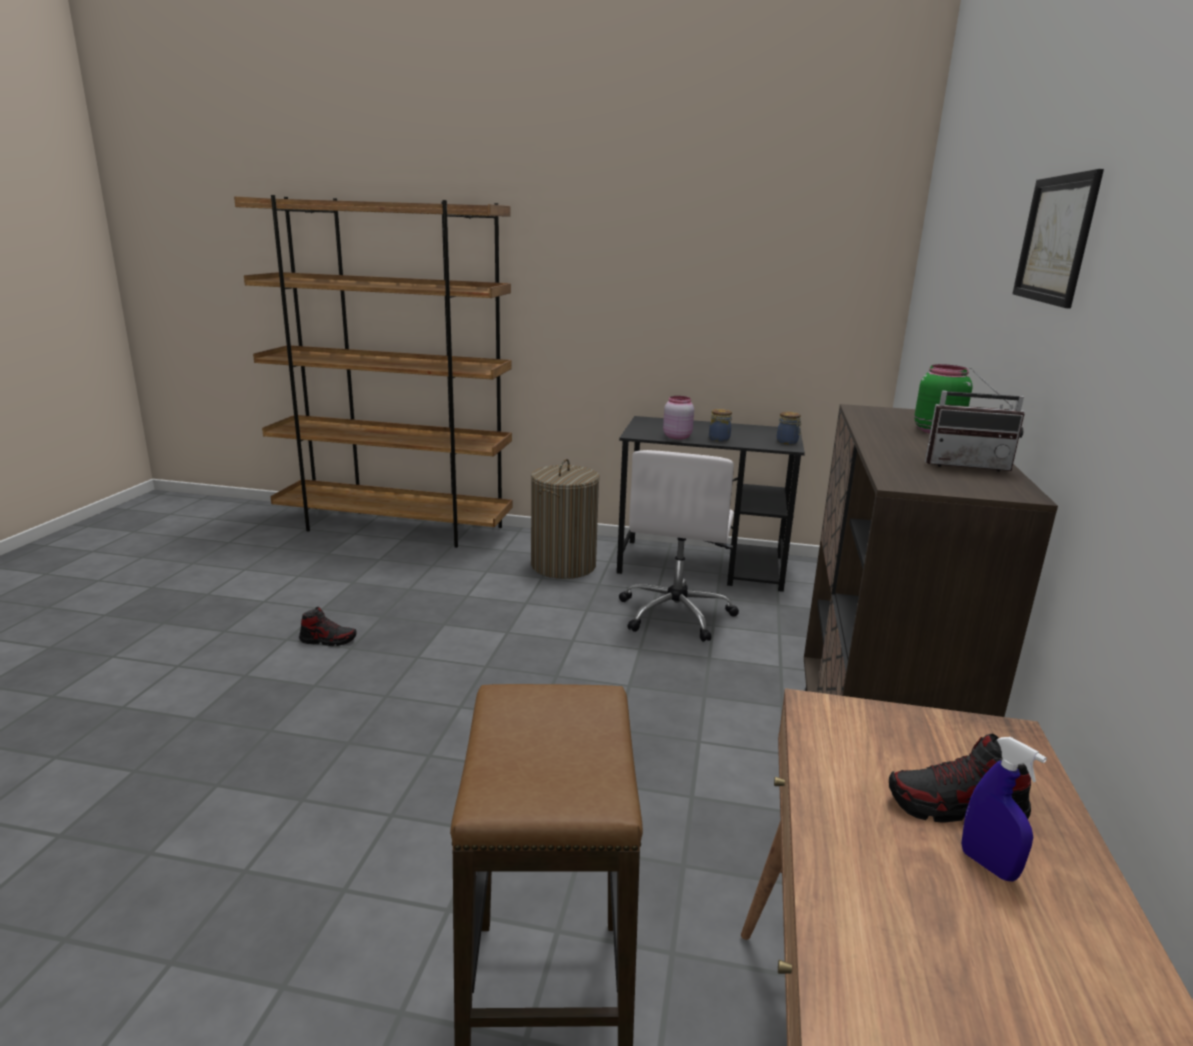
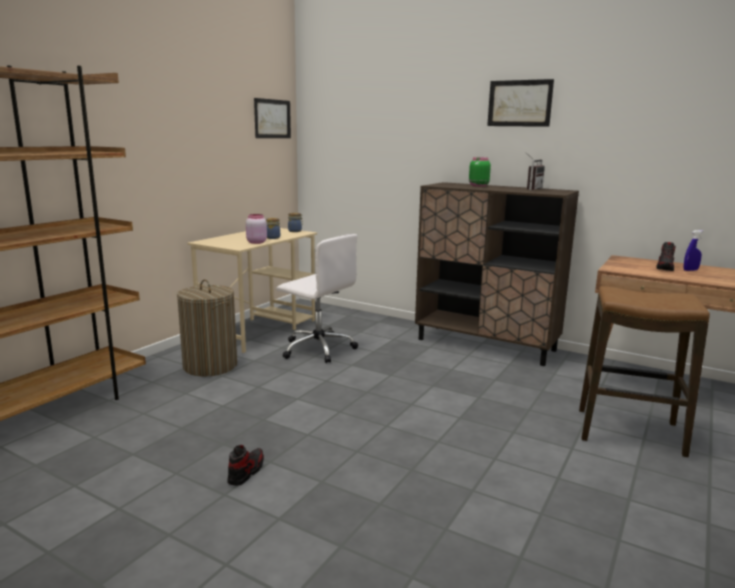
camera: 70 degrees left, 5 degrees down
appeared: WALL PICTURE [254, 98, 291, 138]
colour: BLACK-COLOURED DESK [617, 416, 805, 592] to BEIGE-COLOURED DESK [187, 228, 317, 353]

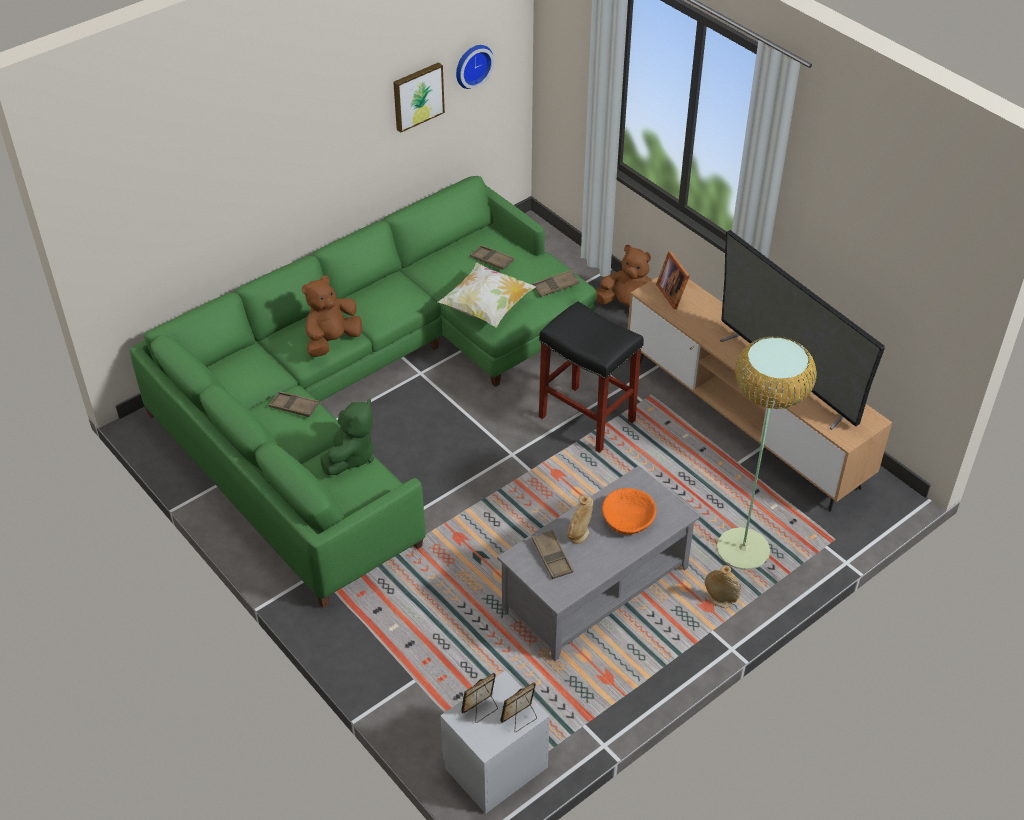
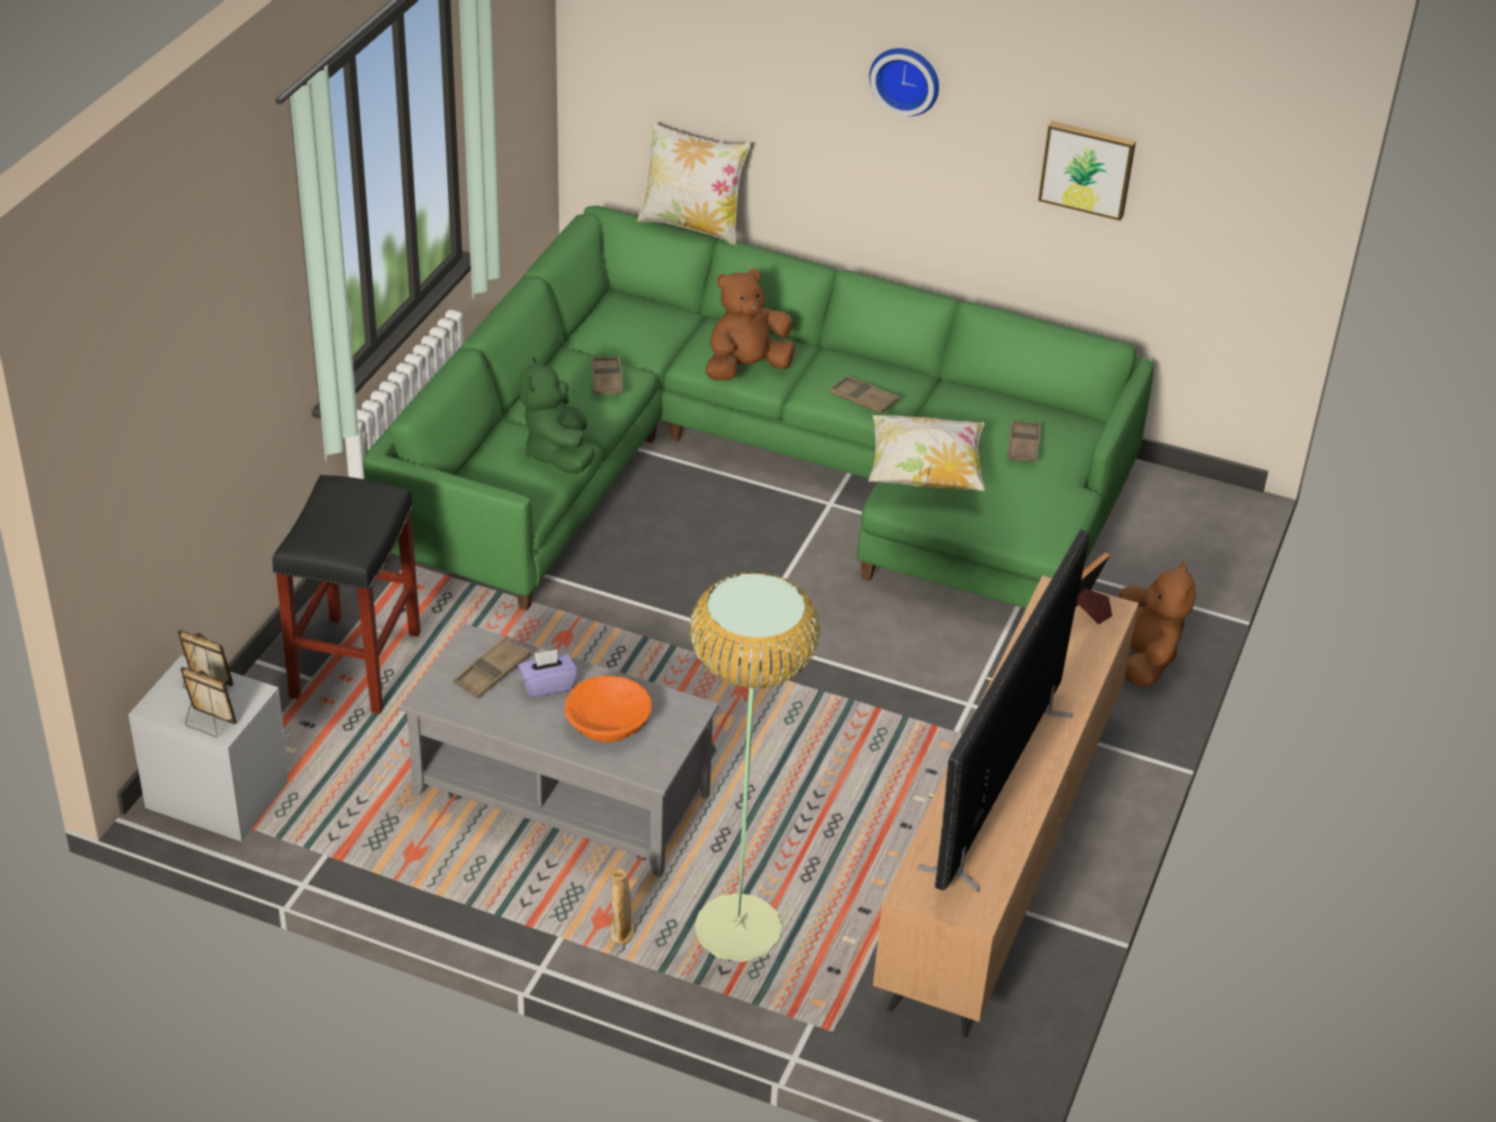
camera: 60 degrees right, 5 degrees down
appeared: CUSHION [637, 122, 751, 245]
relocated: HANGING CLOCK [456, 45, 494, 89] to [869, 48, 939, 116]; BROWN TRAY [533, 270, 580, 297] to [829, 376, 899, 414]; BLACK-COLOURED STOOL SEAT [539, 301, 644, 453] to [272, 475, 421, 714]
exchanged: BEIGE-COLOURED DECORATIVE VASE [567, 495, 593, 544] to PURPLE BOX OF TISSUES [518, 649, 577, 698]
spun: BROWN PLUSH TOY [302, 276, 362, 357] = [706, 268, 795, 380] 45 degrees counterclockwise; GREEN PLUSH TOY [320, 399, 374, 475] = [519, 357, 595, 474] 90 degrees clockwise

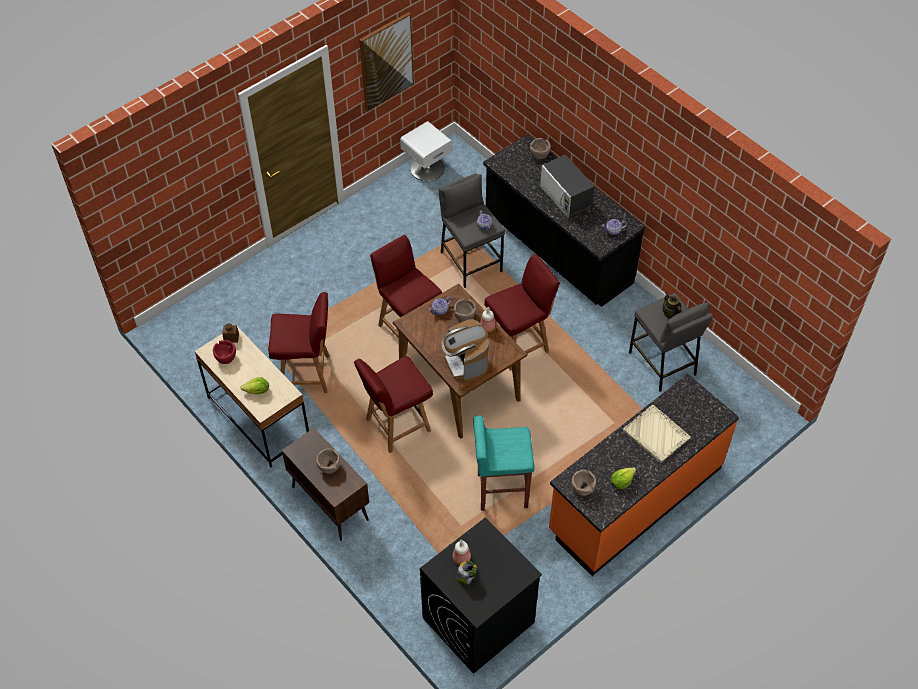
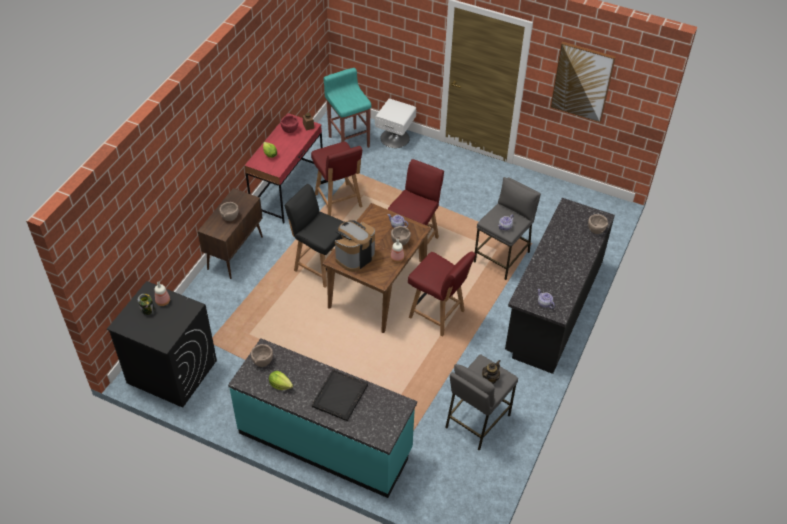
camera: 65 degrees right, 5 degrees down
missing: MICROWAVE [540, 155, 594, 218]
relocated: WHITE NIGHT TABLE [400, 121, 452, 181] to [375, 99, 416, 148]; TURQUOISE STOOL SEAT [473, 415, 534, 511] to [323, 68, 371, 148]
colour: BEIGE-COLOURED DESK [194, 326, 309, 467] to RED-COLOURED DESK [244, 113, 323, 223]; RED-COLOURED PLAIN CHAIR [354, 356, 433, 453] to BLACK-COLOURED PLAIN CHAIR [285, 184, 344, 288]; ORANGE COUNTER [549, 374, 739, 576] to TURQUOISE COUNTER [228, 338, 417, 498]; BEIGE-COLOURED TRAY [623, 405, 691, 463] to BLACK-COLOURED TRAY [312, 369, 368, 421]

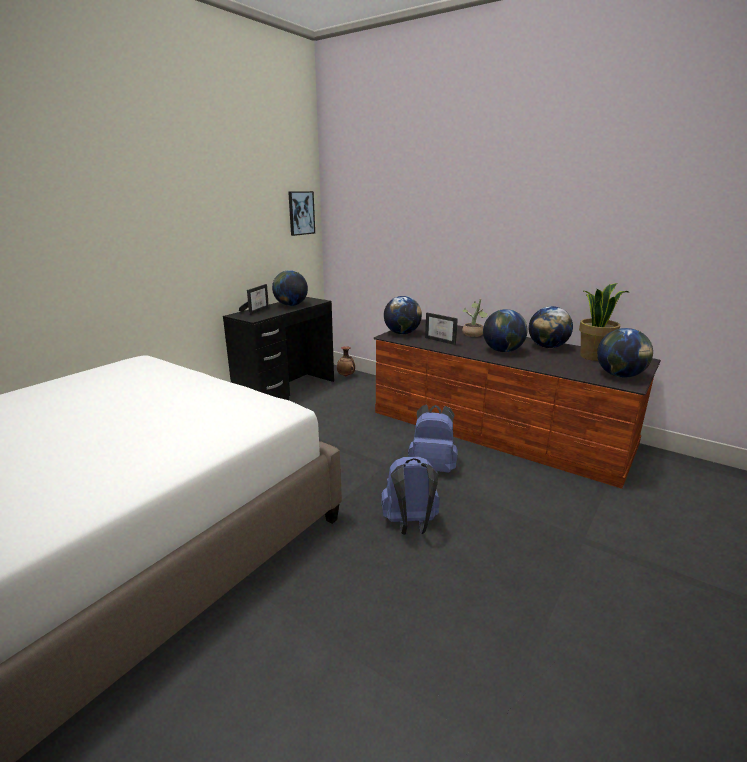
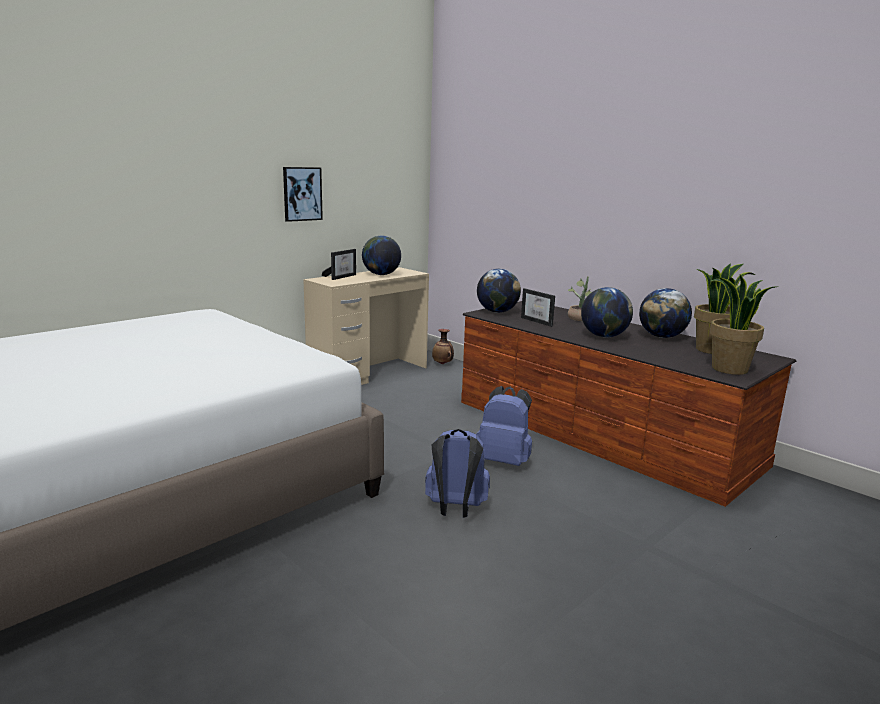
camera: 10 degrees right, 5 degrees down
relocated: WALL PICTURE [288, 191, 315, 236] to [283, 167, 323, 222]
exchanged: GLOBE [597, 328, 653, 378] to POTTED PLANT [710, 275, 779, 375]
colour: BLACK-COLOURED DESK [223, 297, 334, 400] to BEIGE-COLOURED DESK [303, 267, 429, 385]

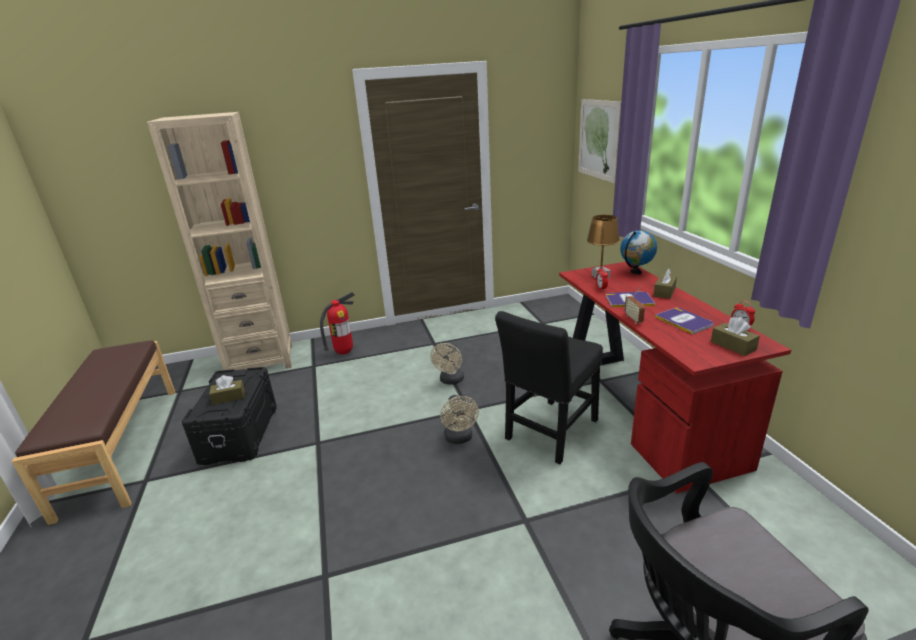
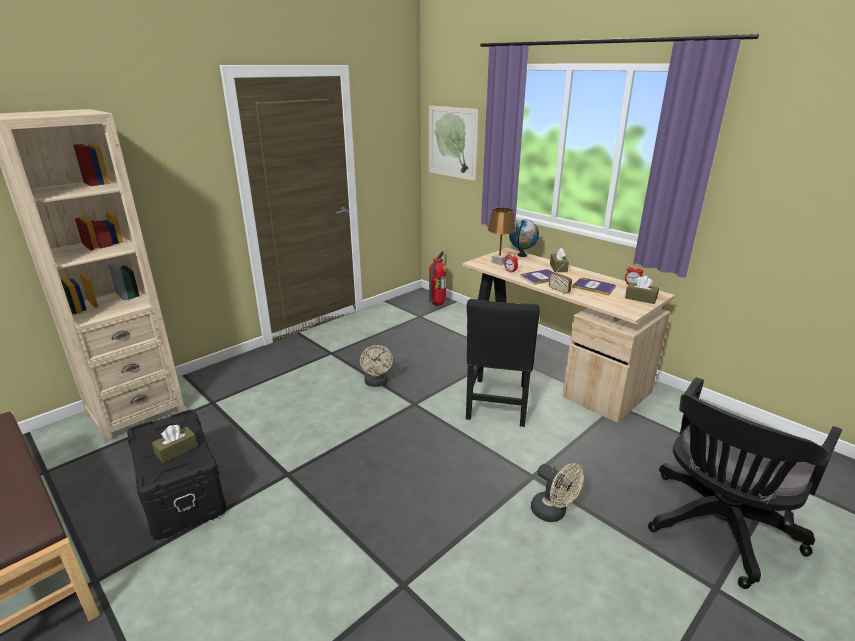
camera: 30 degrees left, 0 degrees up
relocated: EXTINGUISHER [320, 292, 354, 355] to [429, 251, 446, 306]; BEIGE-COLOURED FAN [440, 395, 479, 444] to [531, 463, 584, 522]
colour: RED-COLOURED DESK [559, 262, 791, 494] to BEIGE-COLOURED DESK [462, 248, 675, 423]

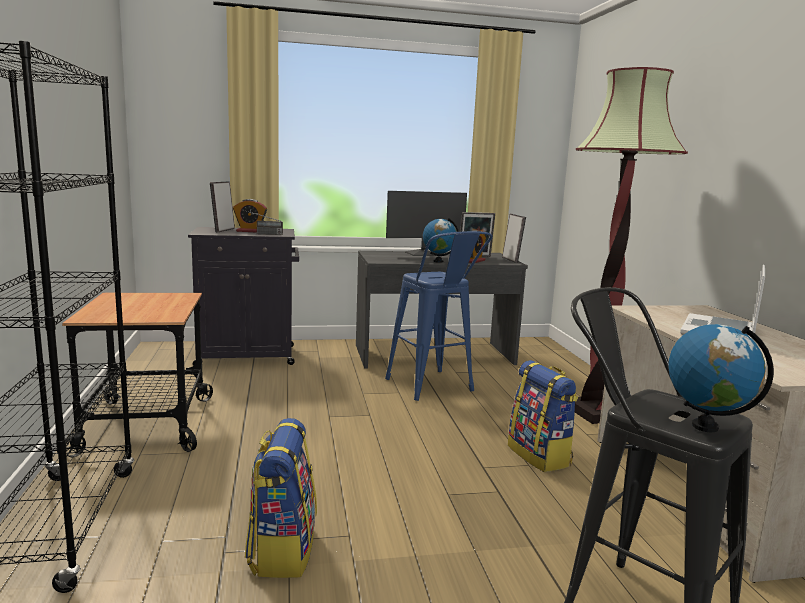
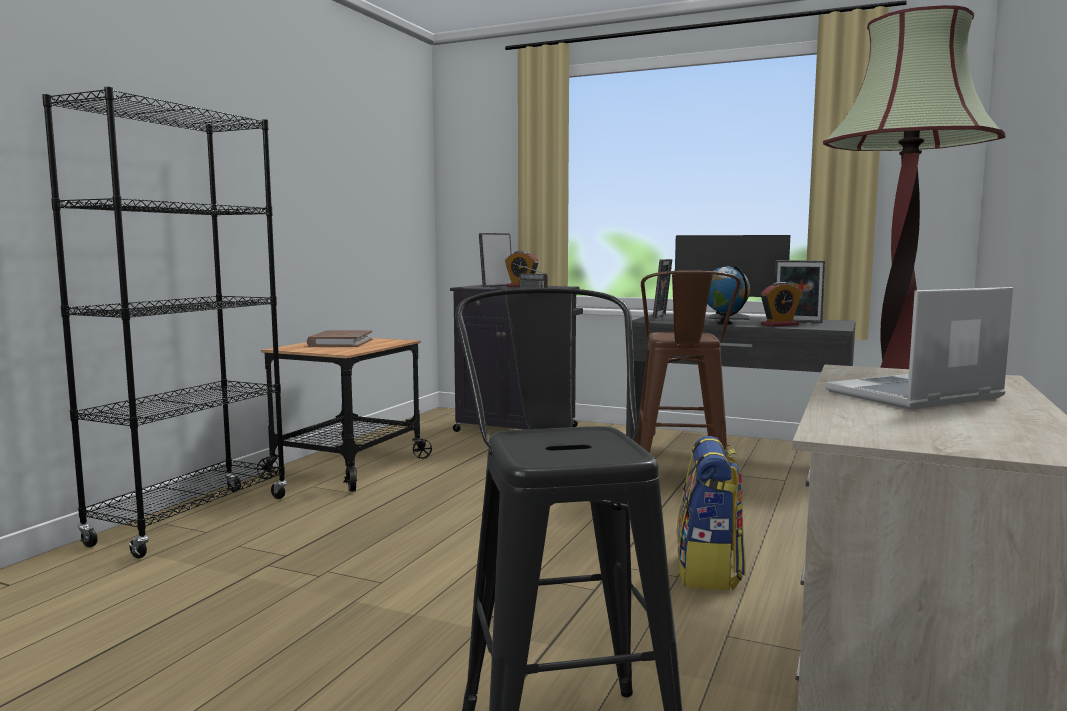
camera: 35 degrees right, 5 degrees down
missing: BACKPACK [245, 418, 317, 578]; GLOBE [668, 324, 774, 432]
appeared: BROWN BOUND BOOK [307, 330, 373, 347]
relocated: STANDING FRAME [502, 214, 526, 263] to [653, 259, 672, 319]
colour: BLUISH STOOL SEAT [385, 231, 492, 401] to BROWN STOOL SEAT [636, 270, 741, 453]

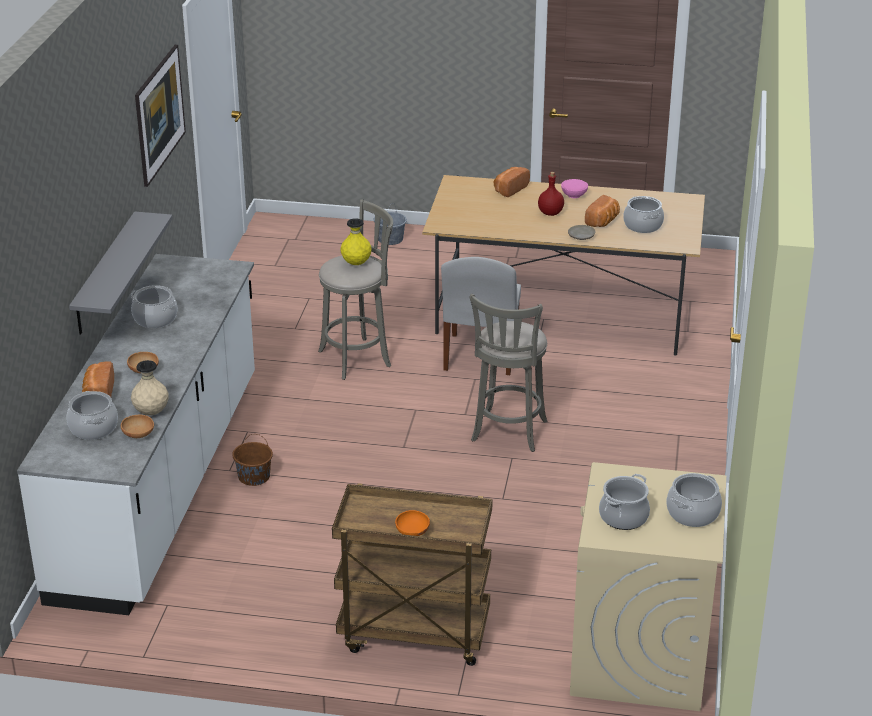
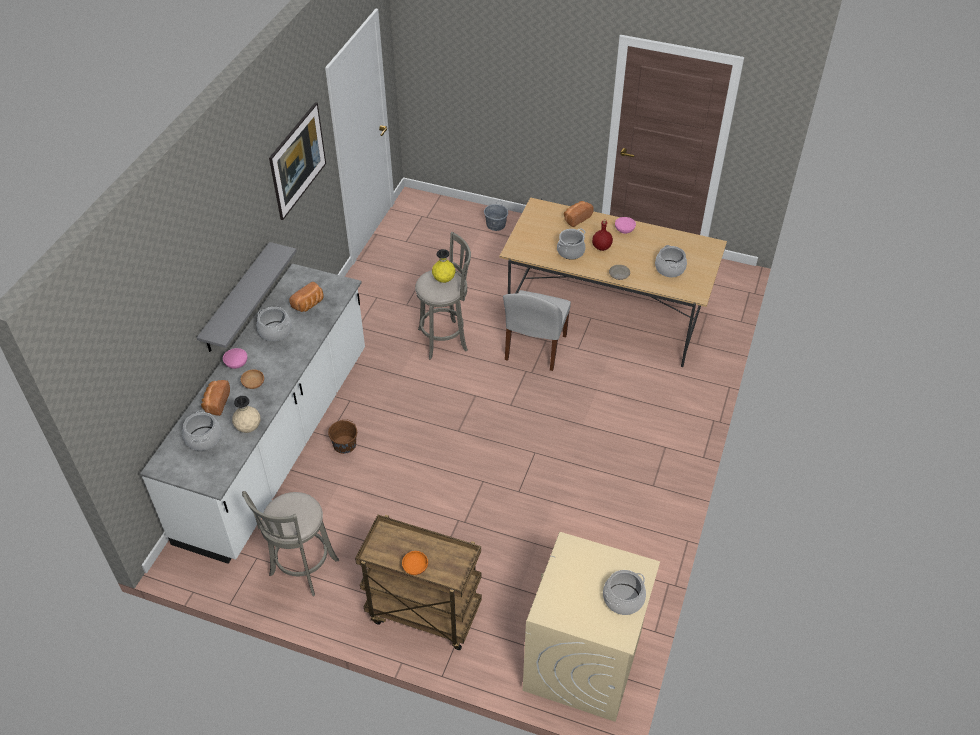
camera: 10 degrees right, 15 degrees up
missing: BROWN SERVING BOWL [121, 415, 154, 438]
appeared: PINK SERVING BOWL [223, 348, 247, 369]
relocated: GREYISH STOOL SEAT [470, 293, 547, 452] to [242, 491, 339, 596]; BAKERY BREAD [585, 195, 620, 227] to [289, 282, 324, 312]; SAUCEPOT [599, 474, 650, 530] to [557, 228, 586, 260]

